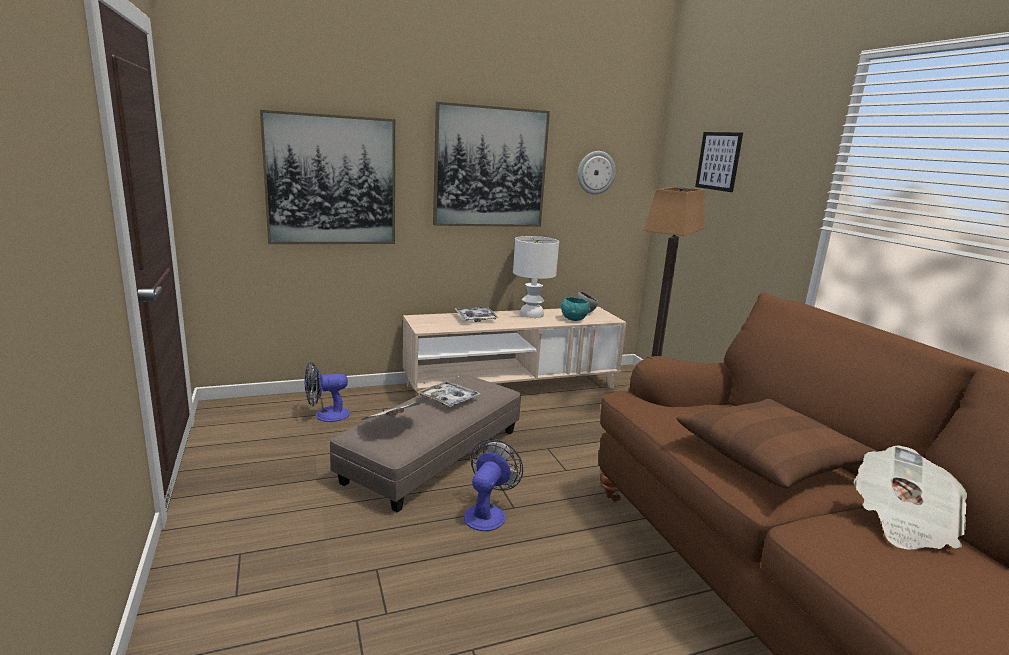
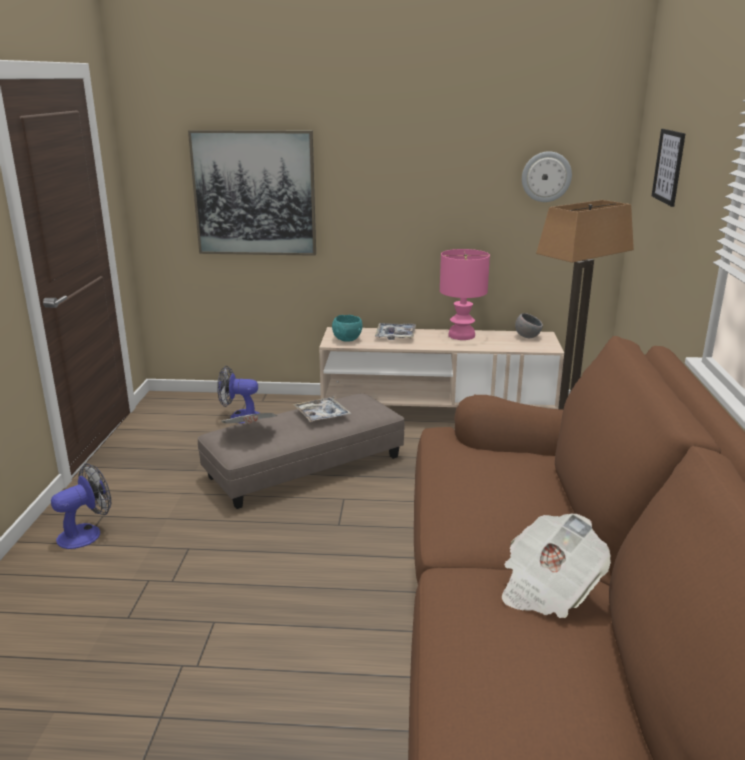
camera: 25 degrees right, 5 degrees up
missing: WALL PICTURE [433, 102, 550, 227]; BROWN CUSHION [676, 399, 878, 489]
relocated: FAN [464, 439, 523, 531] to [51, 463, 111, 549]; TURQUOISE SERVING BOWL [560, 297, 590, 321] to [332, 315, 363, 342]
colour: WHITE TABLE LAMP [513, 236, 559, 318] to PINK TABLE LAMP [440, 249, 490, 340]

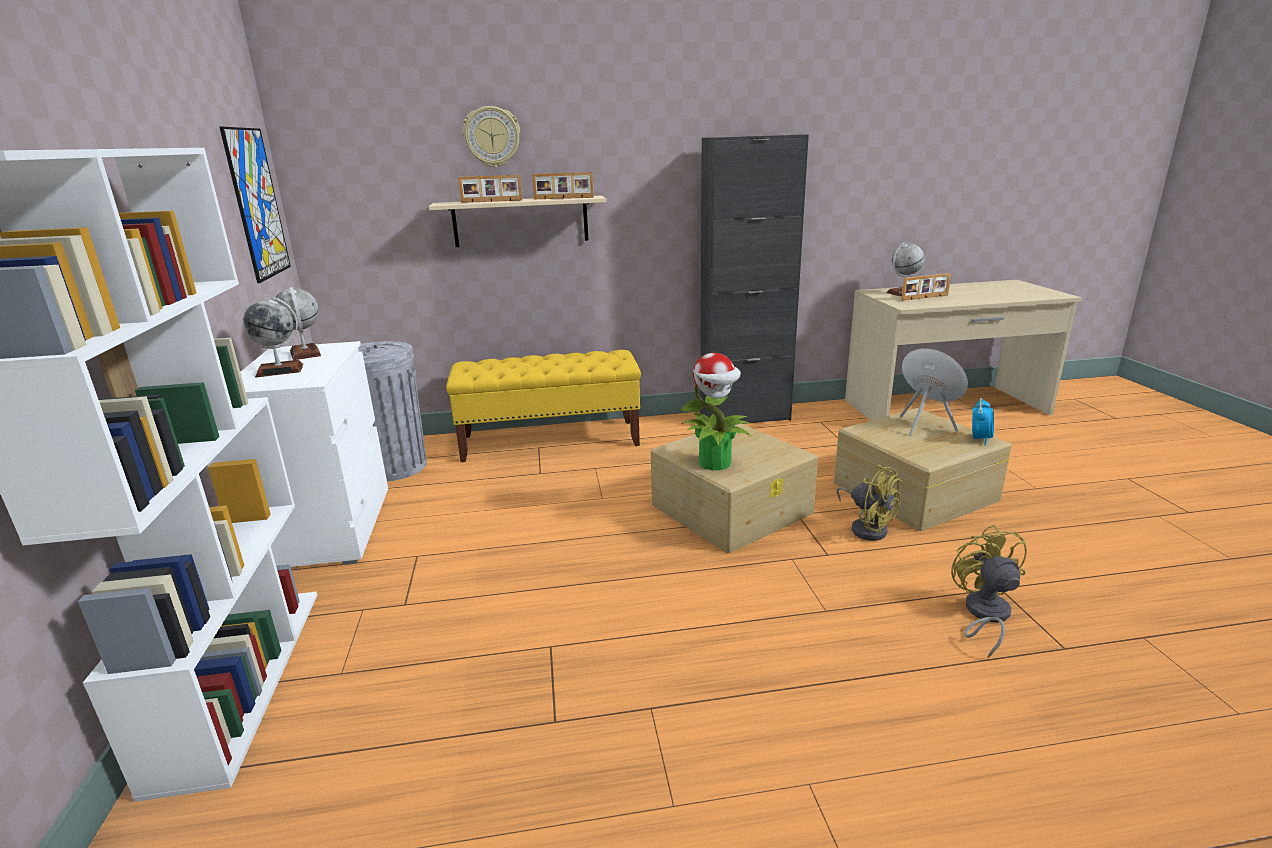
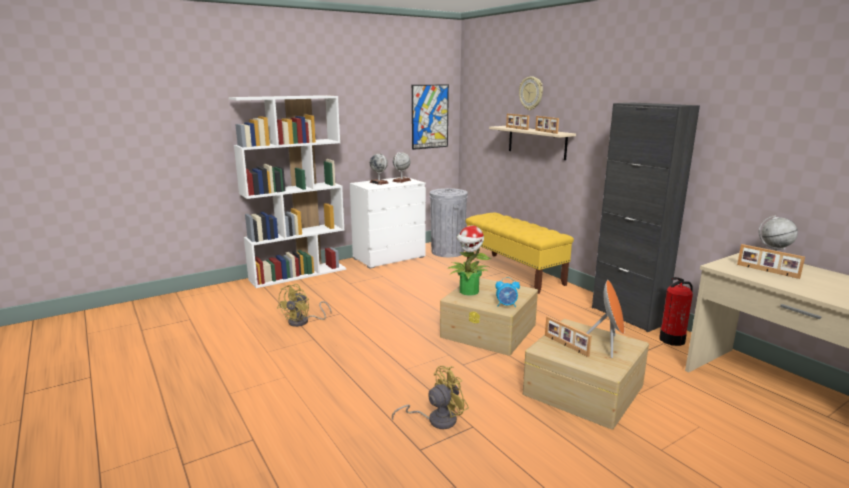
camera: 65 degrees right, 5 degrees down
appeared: STANDING FRAME [545, 316, 592, 357]; EXTINGUISHER [660, 277, 693, 346]
relocated: YELLOW-COLOURED FAN [836, 465, 902, 541] to [277, 284, 331, 327]; BEDSIDE CLOCK [972, 398, 994, 446] to [495, 277, 520, 307]

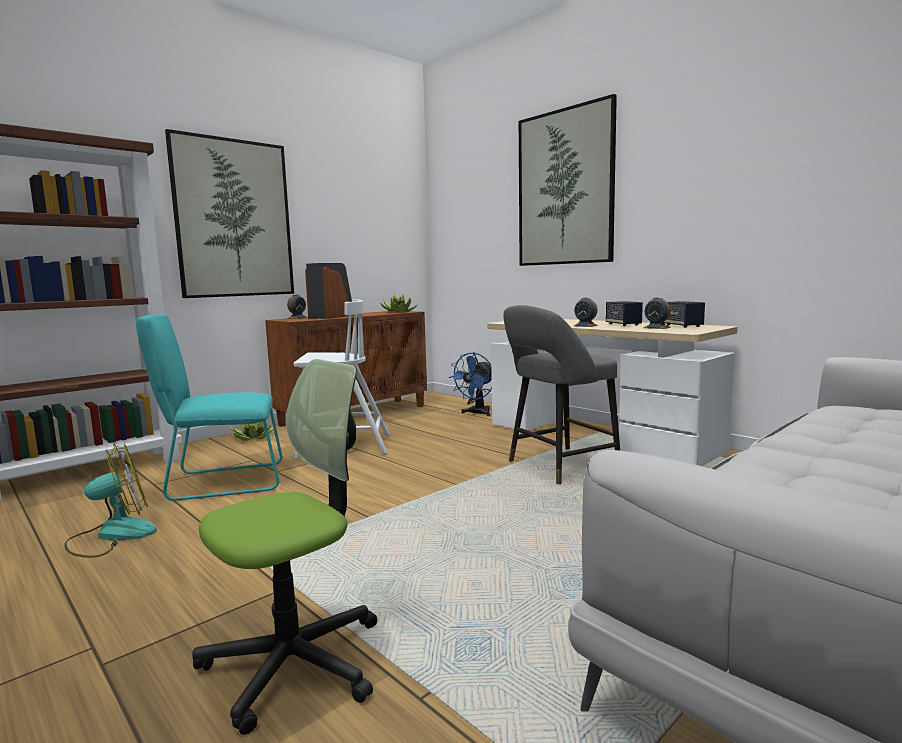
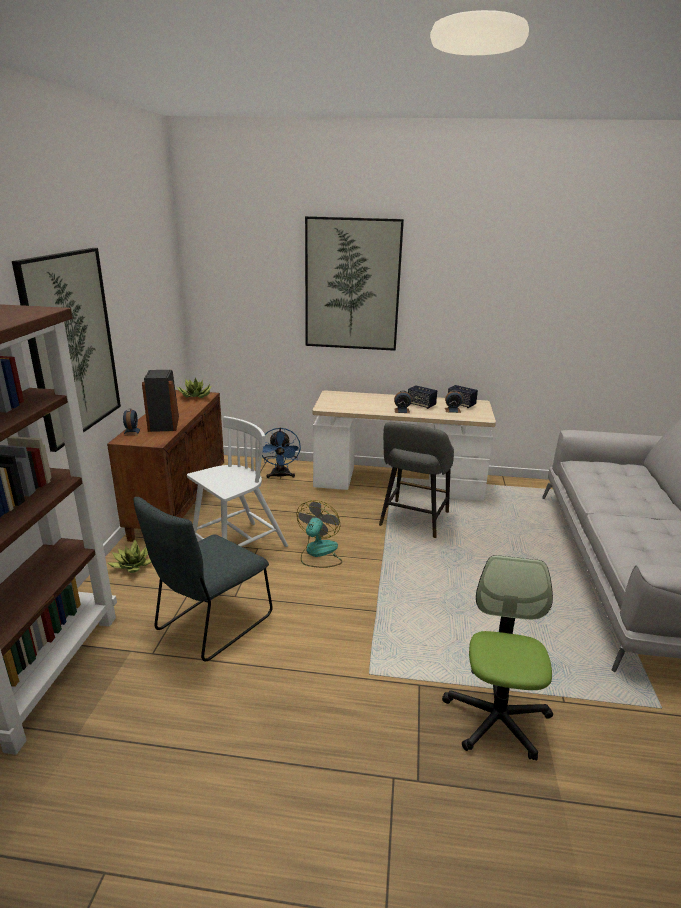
camera: 40 degrees left, 15 degrees up
relocated: FAN [64, 443, 157, 558] to [297, 500, 342, 568]
colour: TURQUOISE PLAIN CHAIR [136, 314, 283, 501] to GREYISH PLAIN CHAIR [133, 497, 273, 661]

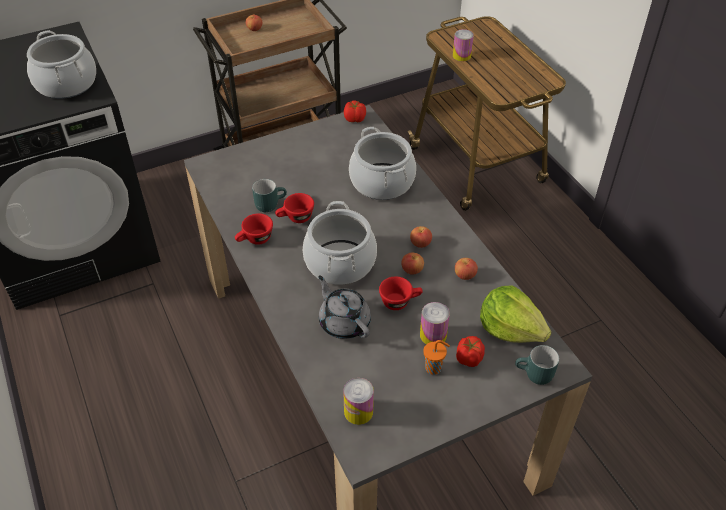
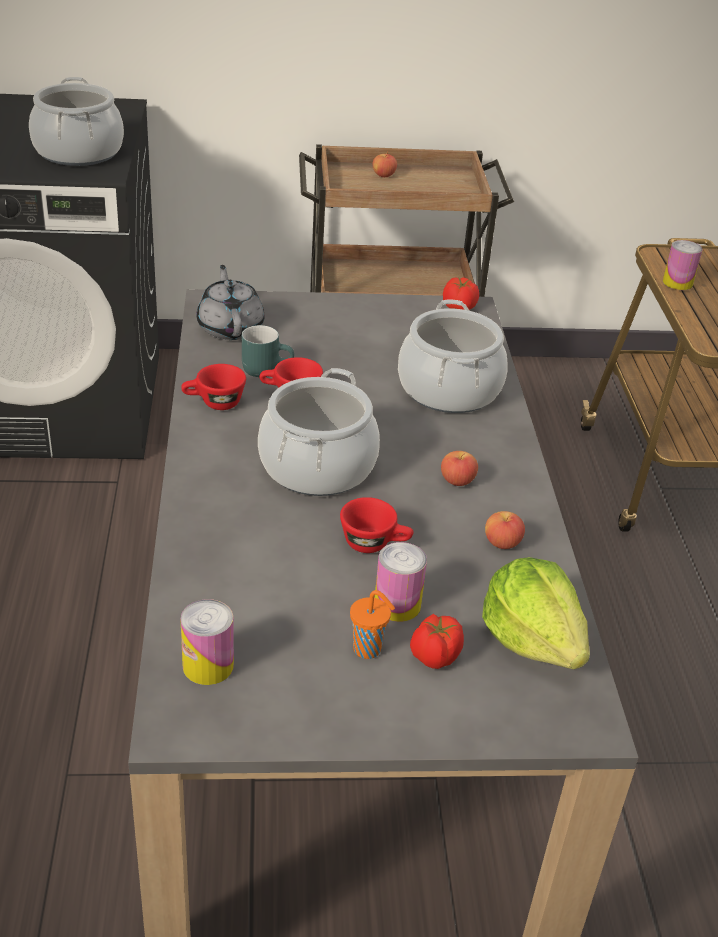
camera: 20 degrees right, 10 degrees down
missing: APPLE [401, 253, 424, 275]; TURQUOISE MUG [515, 345, 559, 385]
relocated: GREYISH TEA POT [318, 275, 371, 339] to [197, 265, 264, 340]

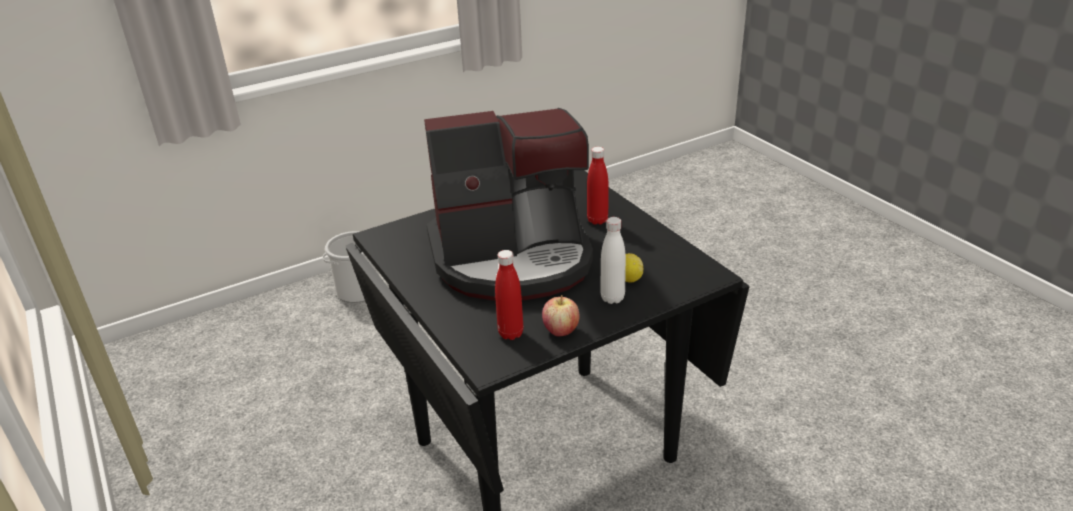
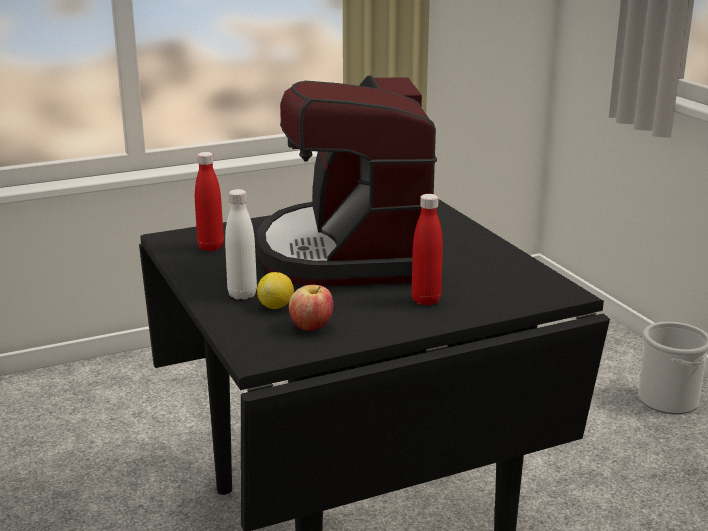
camera: 95 degrees right, 10 degrees down
relocated: APPLE [542, 295, 579, 336] to [289, 285, 333, 331]

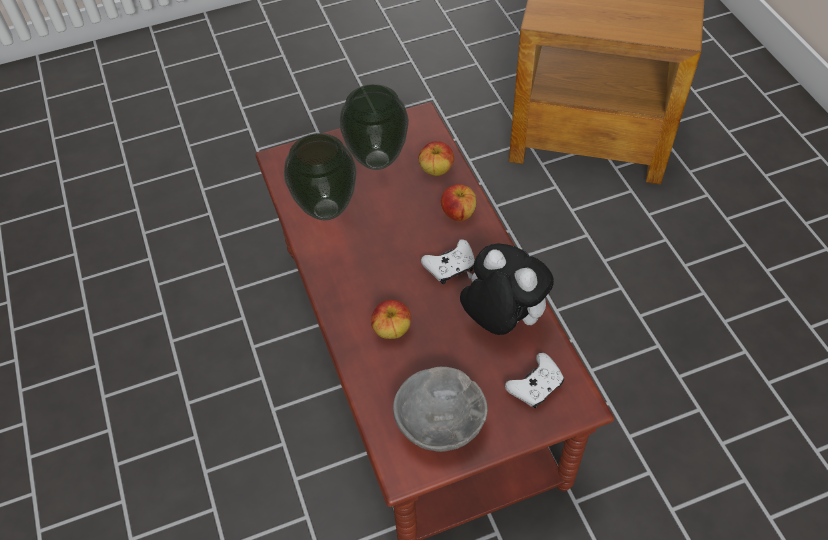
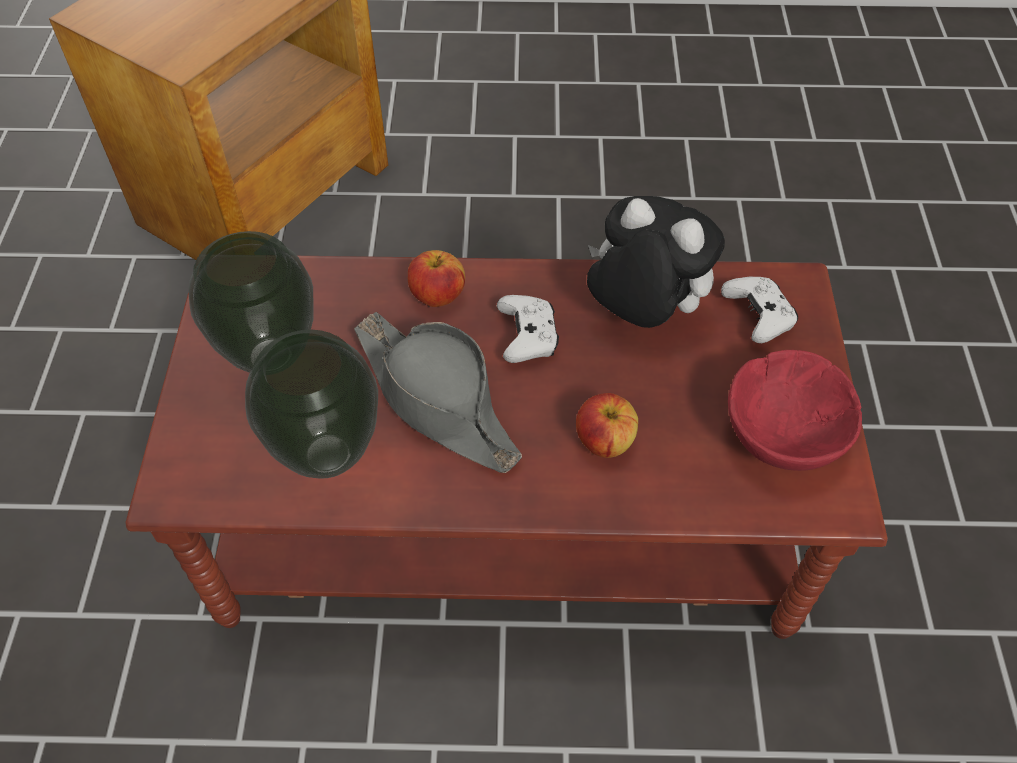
camera: 70 degrees left, 0 degrees up
missing: APPLE [419, 141, 454, 176]
appeared: GREYISH CLOTHING HAT [354, 312, 522, 473]
colour: GREYISH SERVING BOWL [393, 367, 488, 452] to RED-COLOURED SERVING BOWL [728, 350, 862, 471]
spun: PLUSH TOY [460, 243, 554, 335] = [587, 196, 725, 328] 60 degrees clockwise

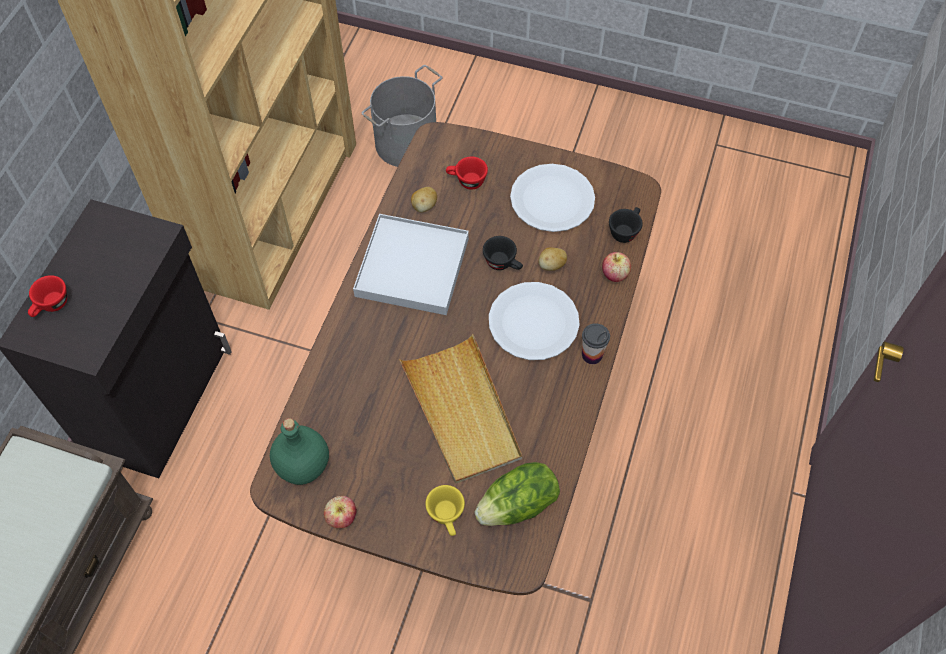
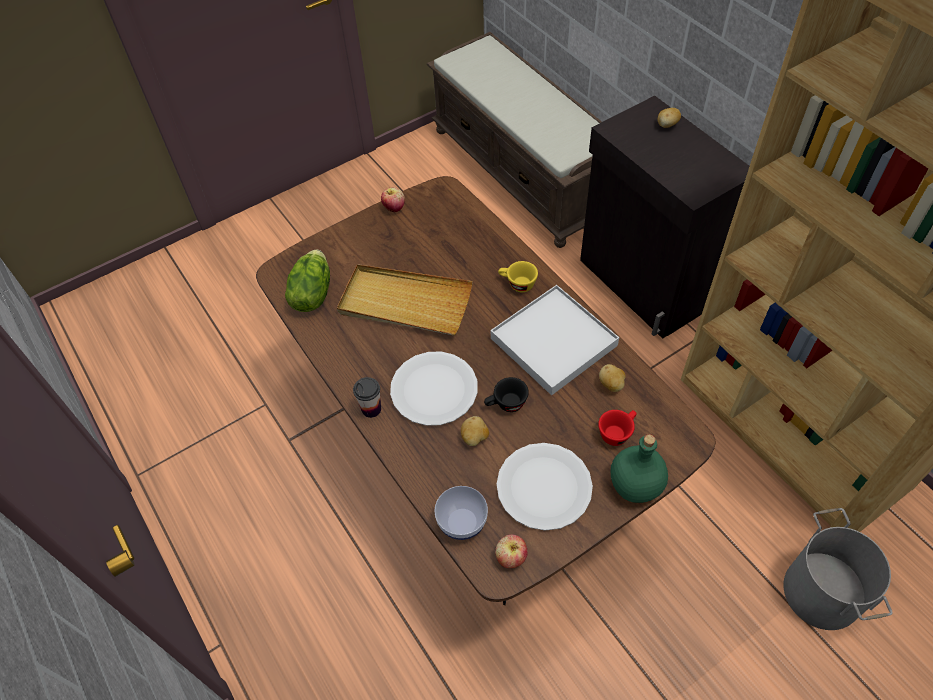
camera: 130 degrees right, 5 degrees down
relocated: GREEN DRINK BOTTLE [270, 418, 329, 485] to [611, 434, 668, 503]; YELLOW-COLOURED SMALL CUP [425, 485, 465, 536] to [498, 261, 538, 292]; APPLE [602, 252, 631, 282] to [495, 535, 528, 568]
exchanged: RED-COLOURED SMALL CUP [28, 275, 67, 317] to POTATO [658, 108, 681, 128]; BLACK-COLOURED SMALL CUP [609, 207, 643, 243] to SERVING BOWL [434, 486, 488, 540]

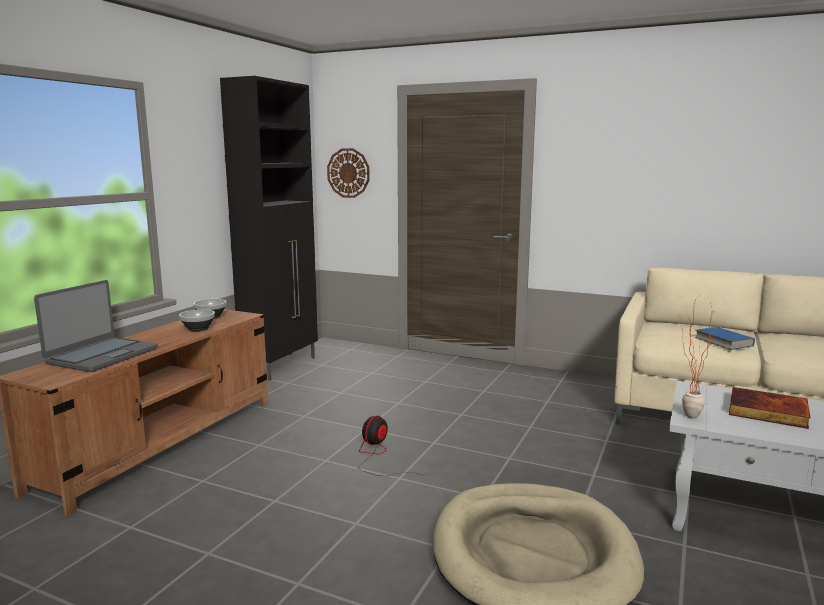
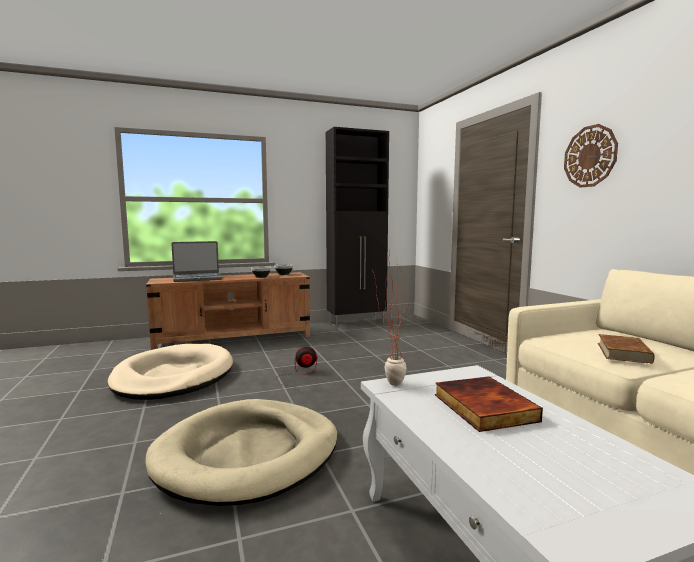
camera: 45 degrees right, 5 degrees down
appeared: BEIGE-COLOURED DOG BED [107, 344, 233, 400]
relocated: HANGING CLOCK [327, 148, 370, 198] to [564, 124, 618, 188]
colour: BLUISH BOUND BOOK [694, 327, 755, 350] to BROWN BOUND BOOK [598, 334, 654, 364]

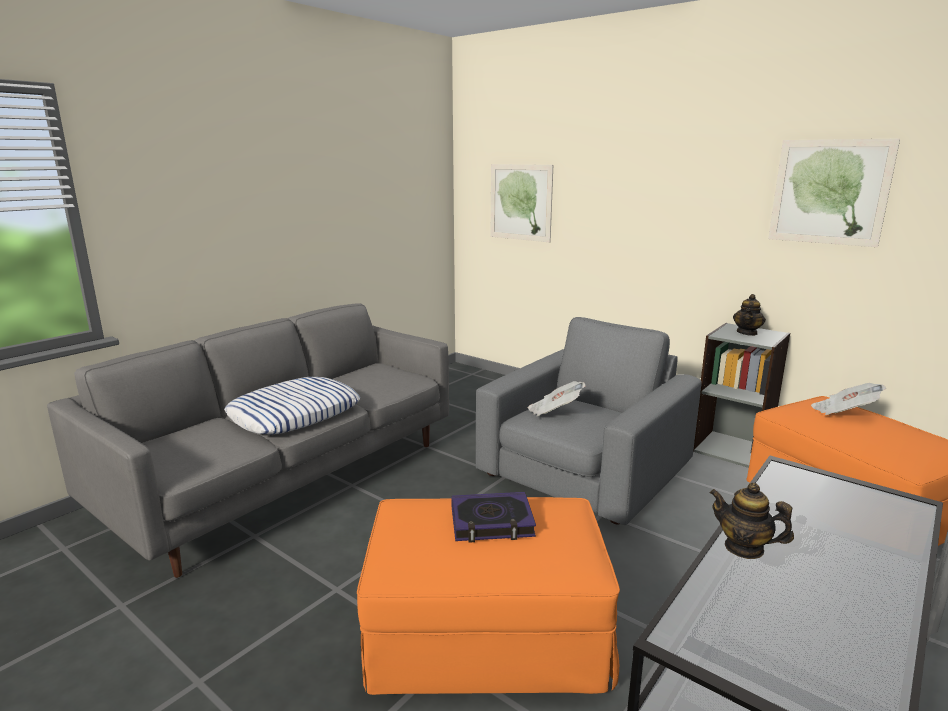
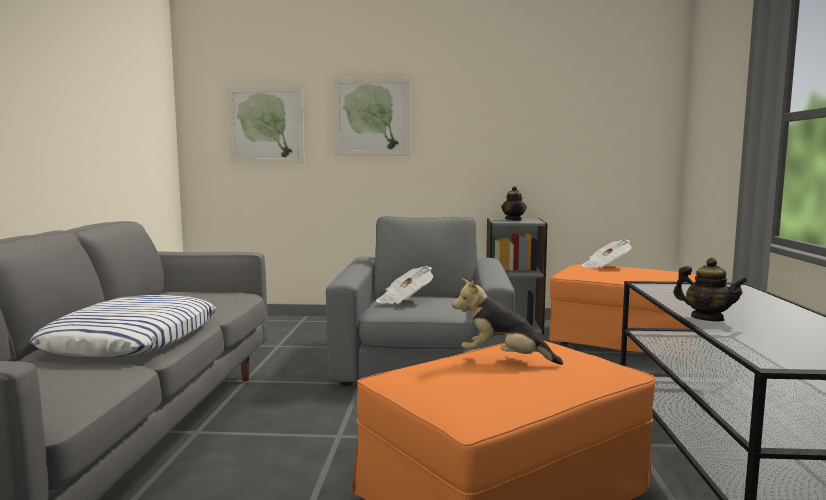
camera: 35 degrees left, 10 degrees down
relocated: WALL PICTURE [768, 138, 900, 247] to [333, 77, 411, 156]
exchanged: BOUND BOOK [451, 492, 536, 543] to PLUSH TOY [452, 278, 563, 365]
spun: TEA POT [710, 483, 794, 559] = [673, 258, 748, 321] 135 degrees counterclockwise

